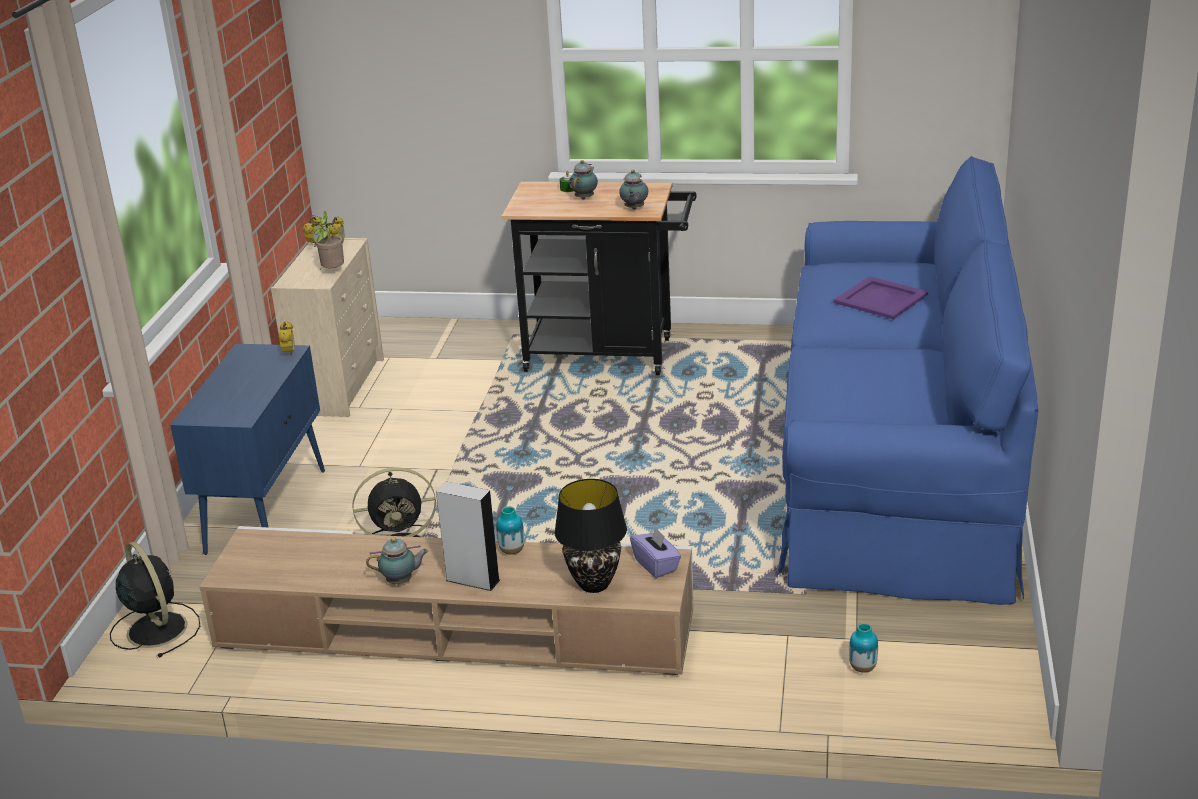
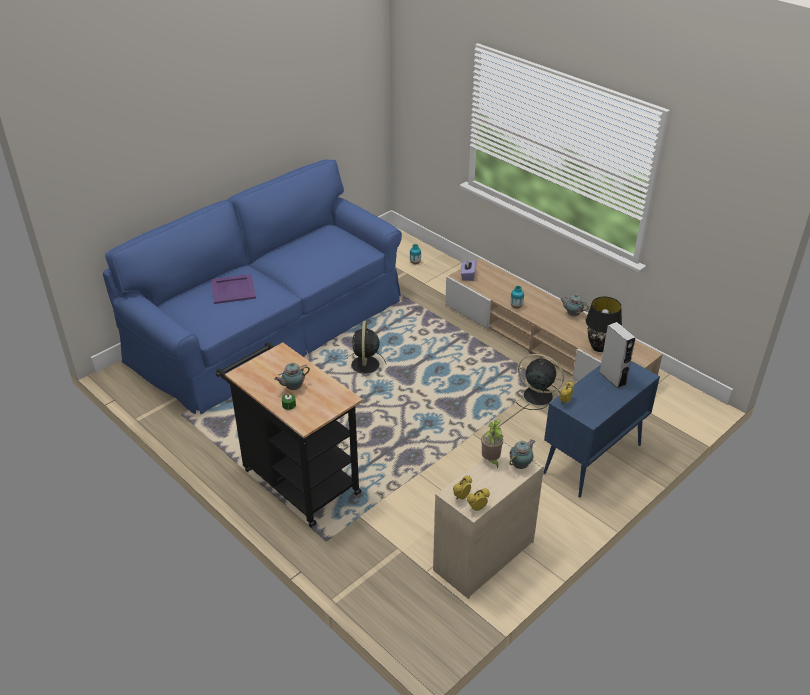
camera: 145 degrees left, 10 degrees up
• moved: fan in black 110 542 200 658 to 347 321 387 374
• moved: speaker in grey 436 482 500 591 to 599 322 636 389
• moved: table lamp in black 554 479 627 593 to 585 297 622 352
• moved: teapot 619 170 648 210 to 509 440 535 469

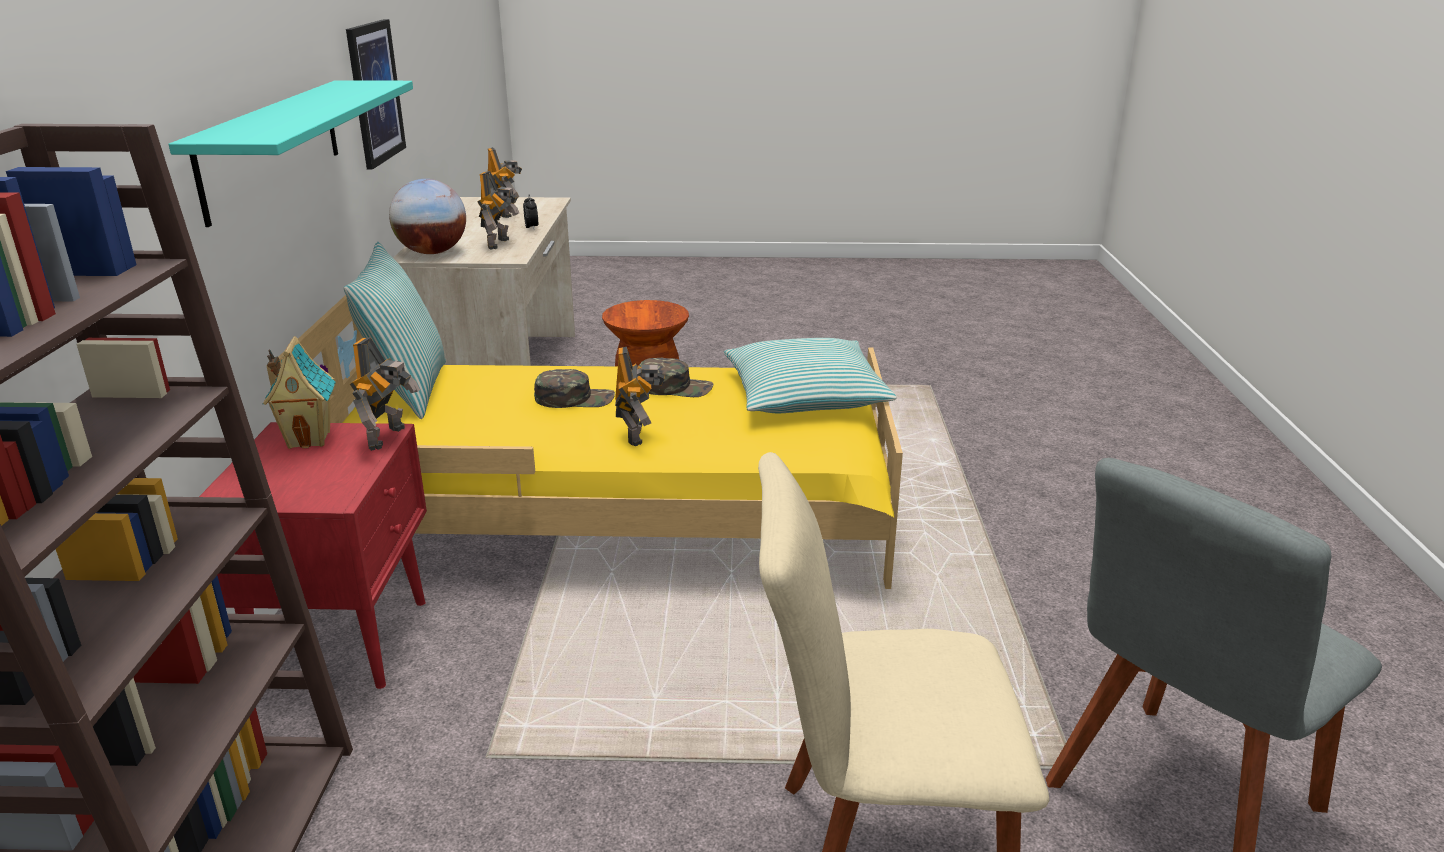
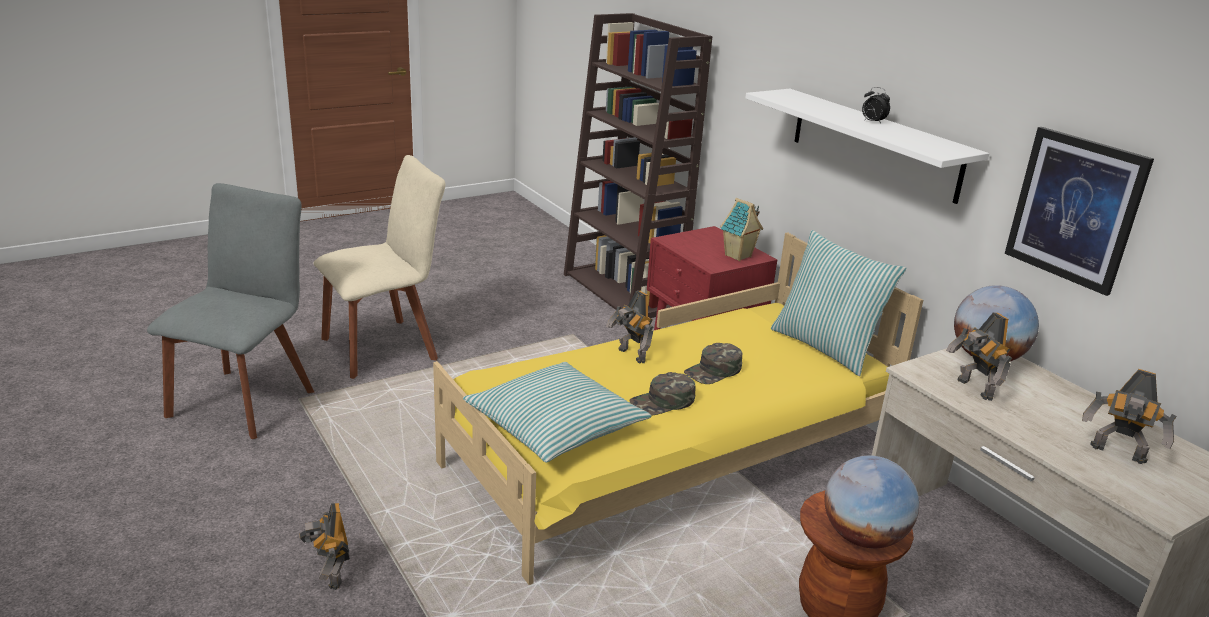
camera: 145 degrees right, 0 degrees up
• recoloured: shelf in turquoise 169 80 413 227 to shelf in white 745 89 989 204
• moved: toy robot 350 337 420 451 to 300 503 350 590
• moved: alarm clock 523 194 538 229 to 862 87 890 124
• added: globe 825 455 919 548

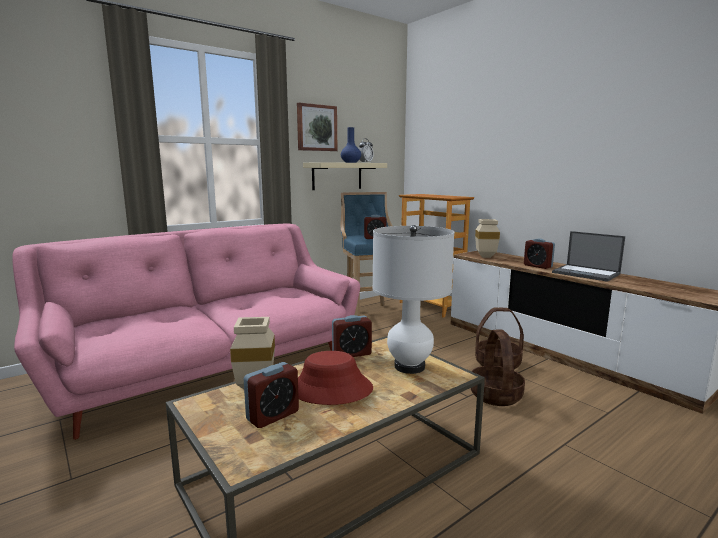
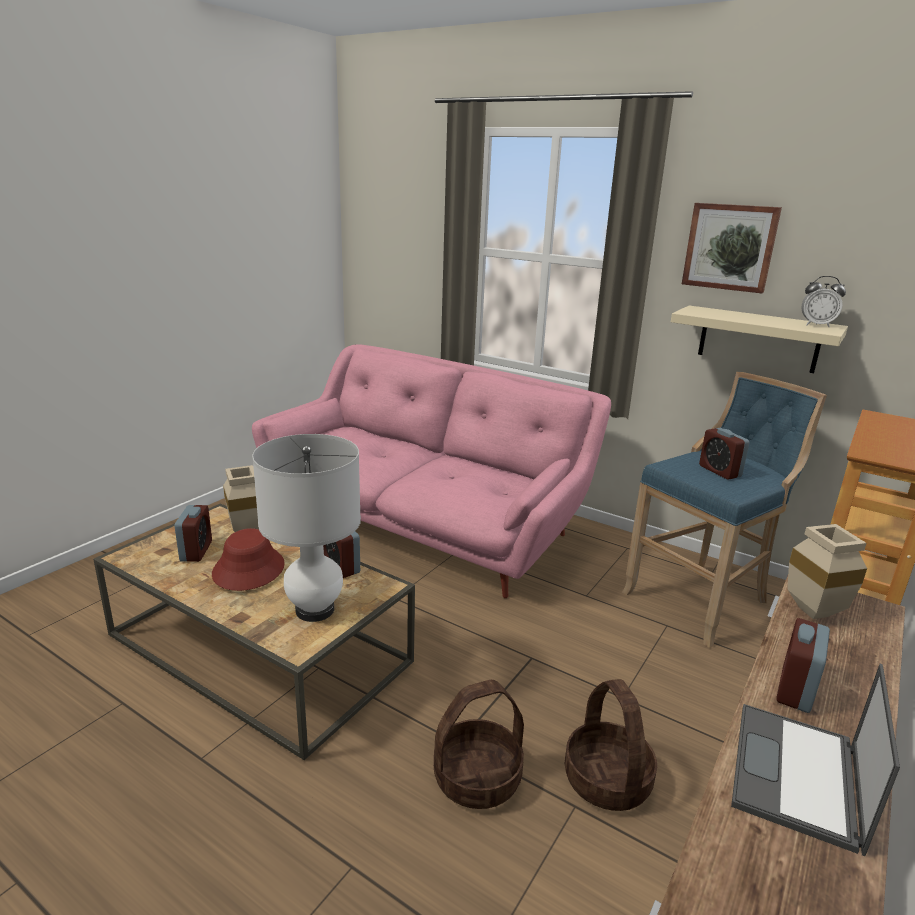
camera: 70 degrees right, 10 degrees up
• turned: alarm clock 244 362 299 428 = 174 505 212 562 120 degrees counterclockwise
• removed: vase in blue 341 127 361 163

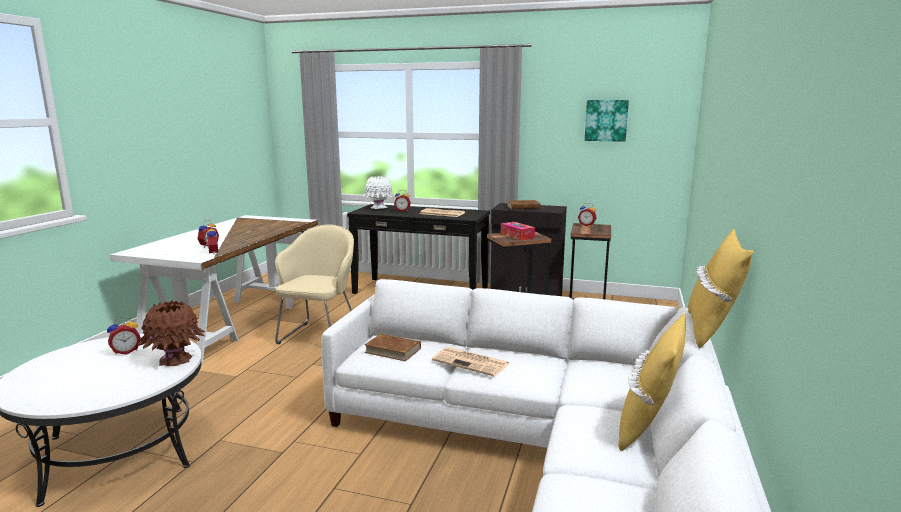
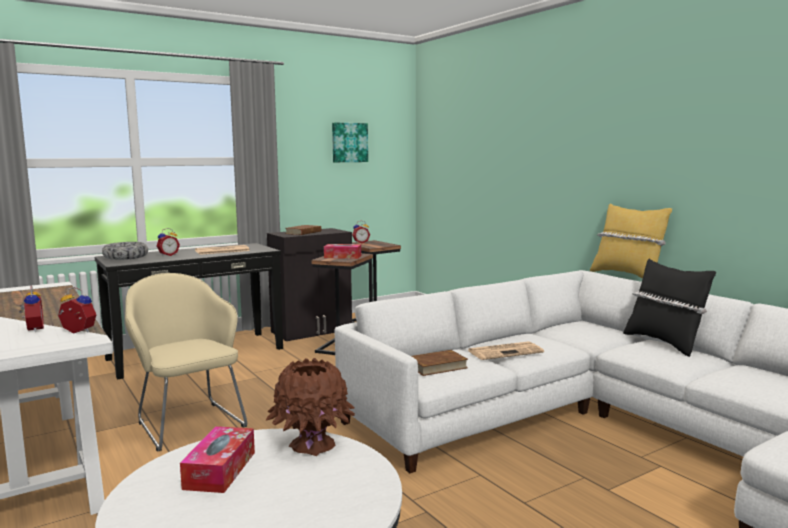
camera: 50 degrees left, 5 degrees down
• replaced: alarm clock 107 317 141 355 to tissue box 180 426 255 493
• replaced: vase in white 363 176 395 209 to bowl 102 242 148 260
• recoloured: pillow in yellow 618 313 686 451 to pillow in black 623 259 716 357

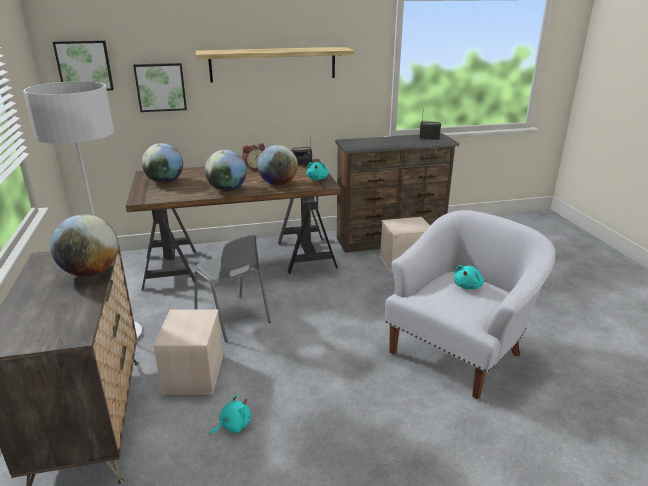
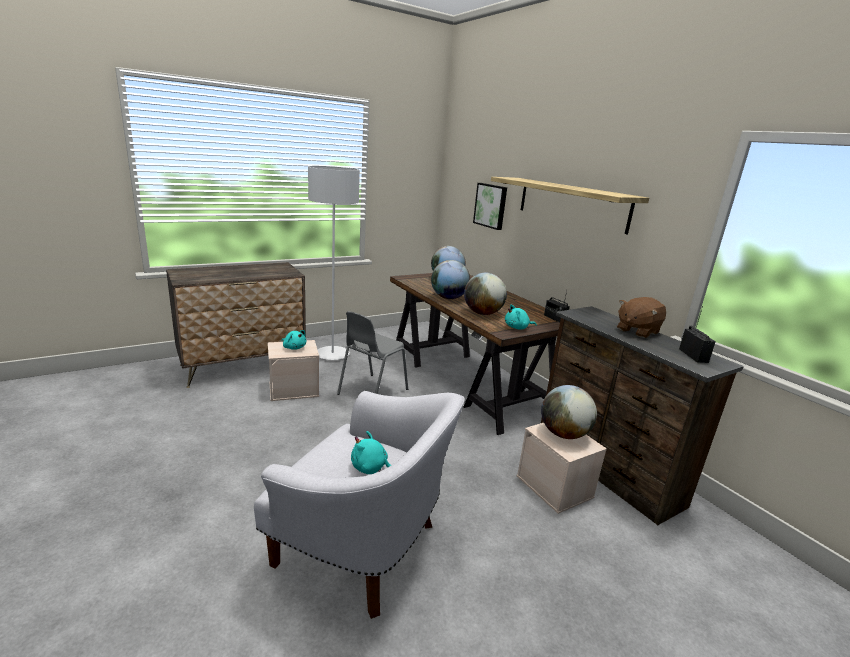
camera: 70 degrees right, 5 degrees down
• moved: globe 50 214 118 277 to 541 385 597 439
• removed: picture 53 40 114 91
• moved: plush toy in turquoise 209 395 251 435 to 282 330 307 350
• removed: alarm clock 242 143 265 170
• added: plush toy in brown 617 297 666 338

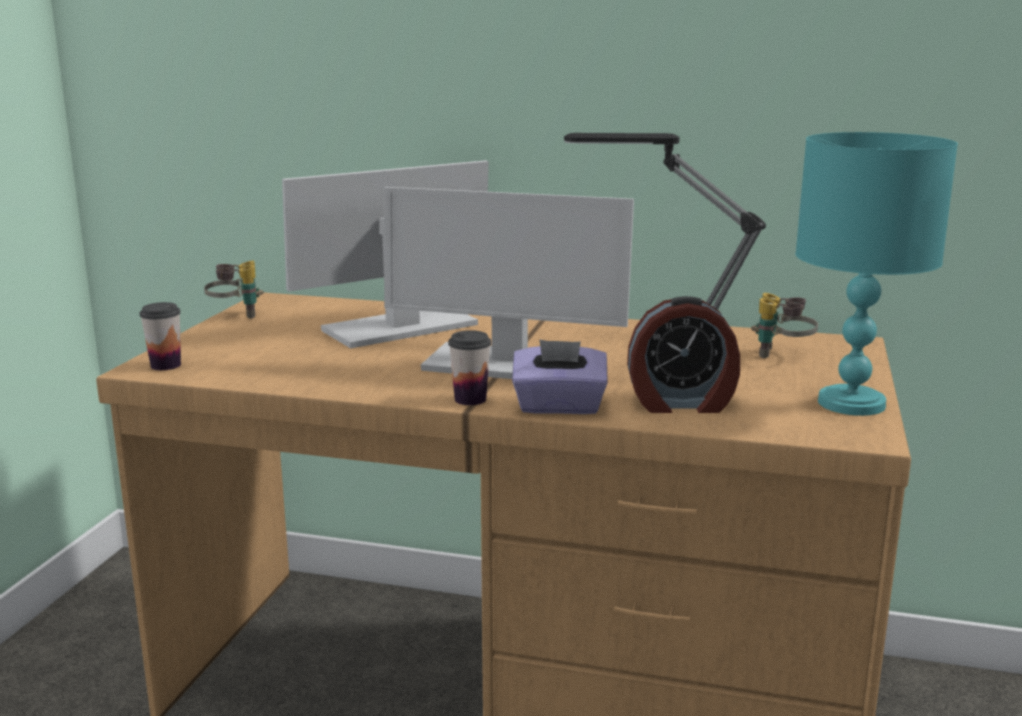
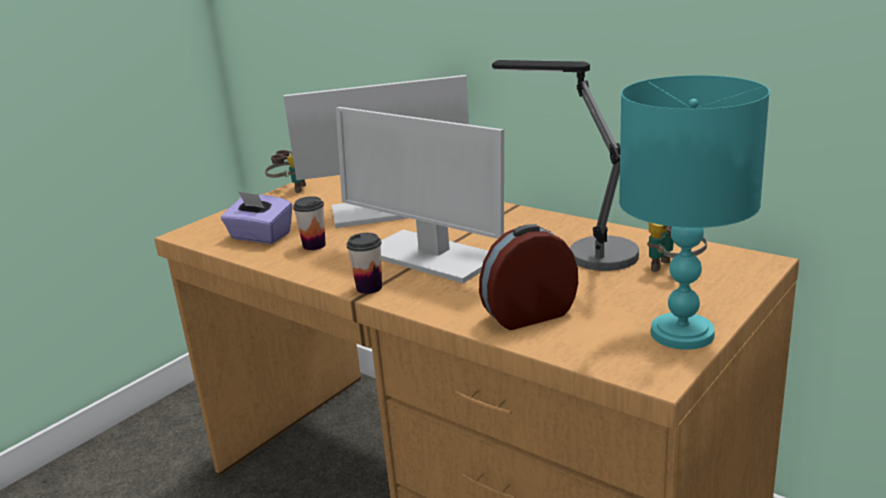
camera: 25 degrees right, 5 degrees up
• moved: cup 139 302 181 370 to 293 196 326 250
• moved: tissue box in purple 512 340 608 414 to 221 191 292 244
• turned: alarm clock 627 296 740 413 = 479 224 578 330 135 degrees clockwise

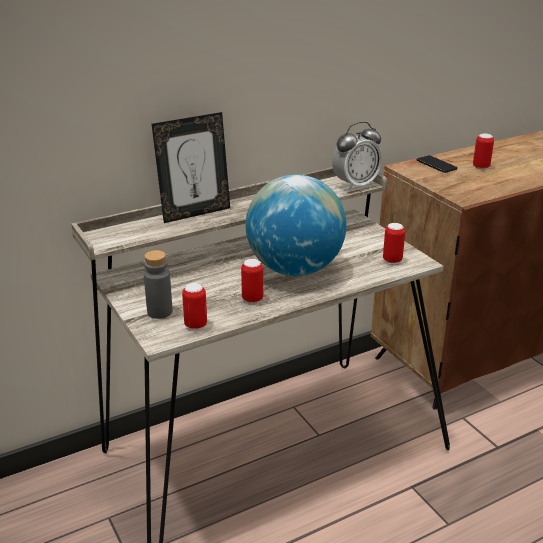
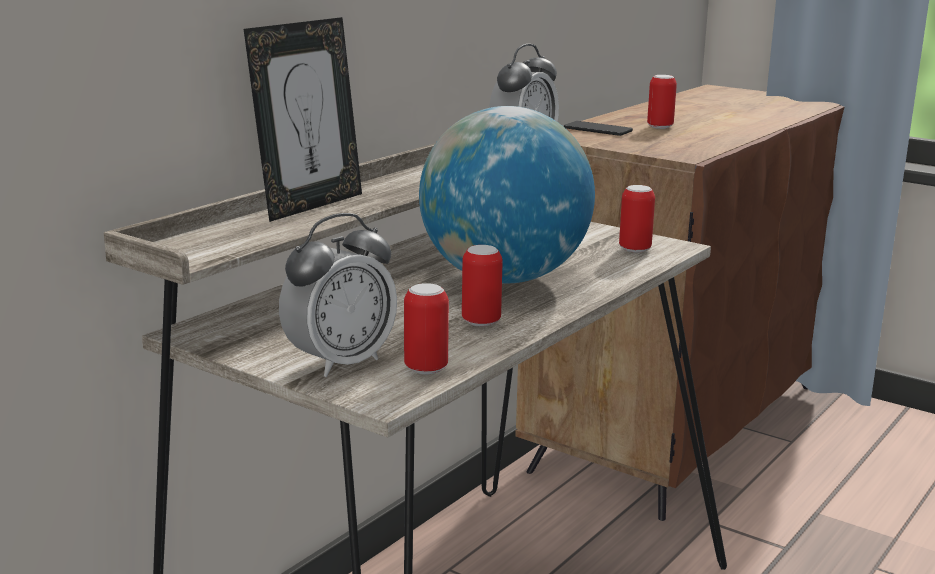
camera: 25 degrees left, 10 degrees down
• replaced: bottle in grey 144 250 173 319 to alarm clock 279 213 397 377

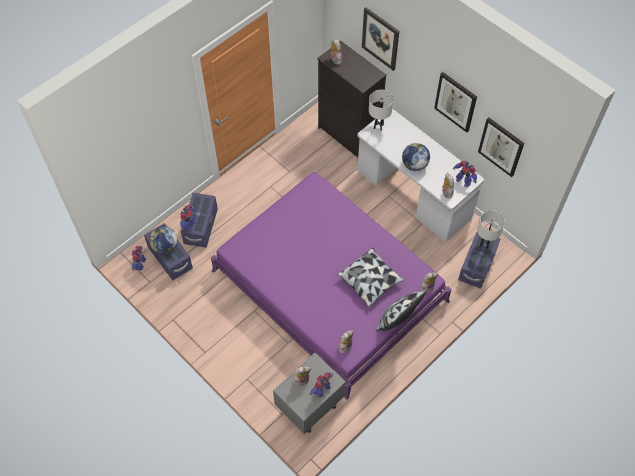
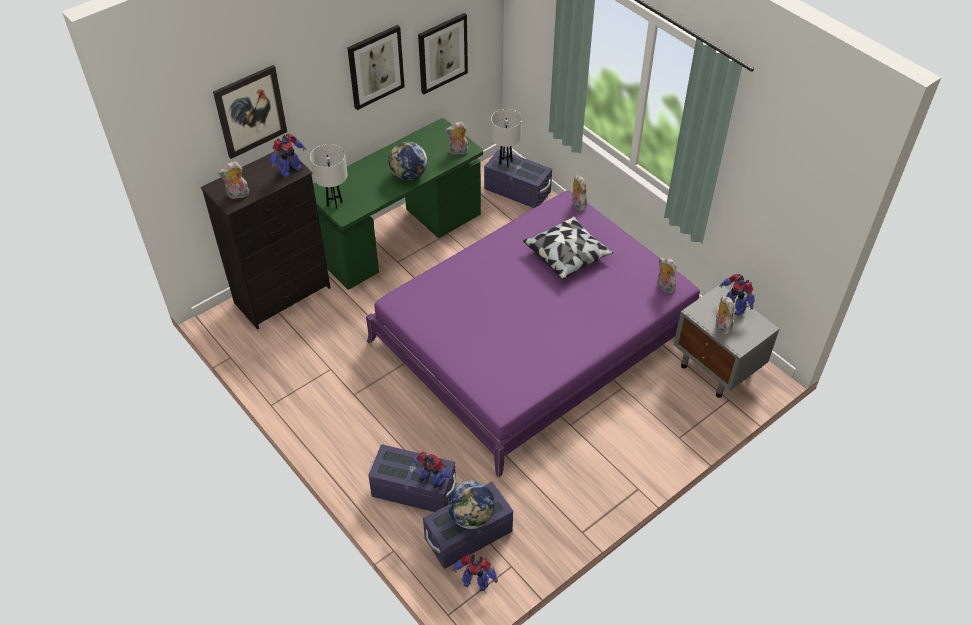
camera: 85 degrees left, 10 degrees down
• recoloured: desk in white 357 109 484 242 to desk in green 313 118 483 290
• removed: pillow 376 291 427 331
• moved: toy robot 453 161 477 187 to 271 133 306 178

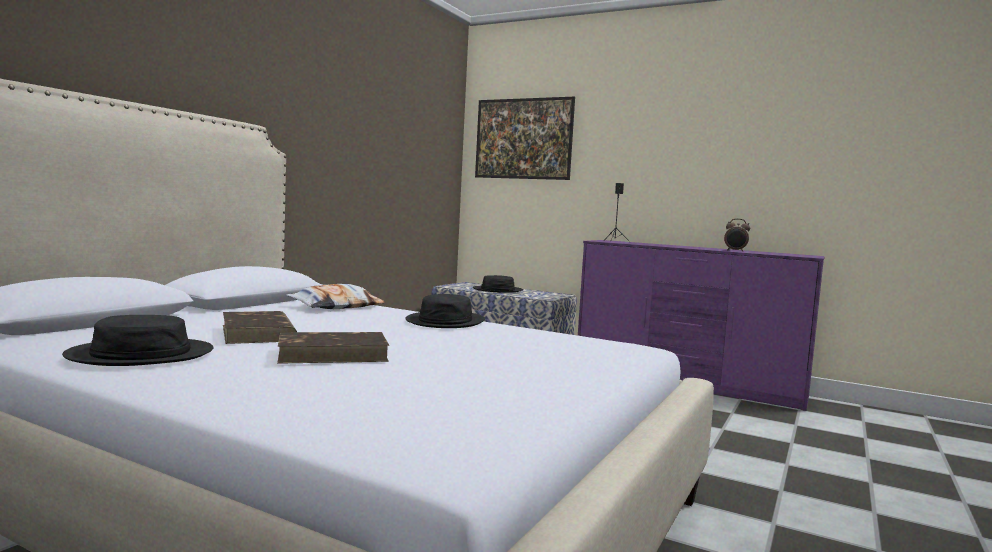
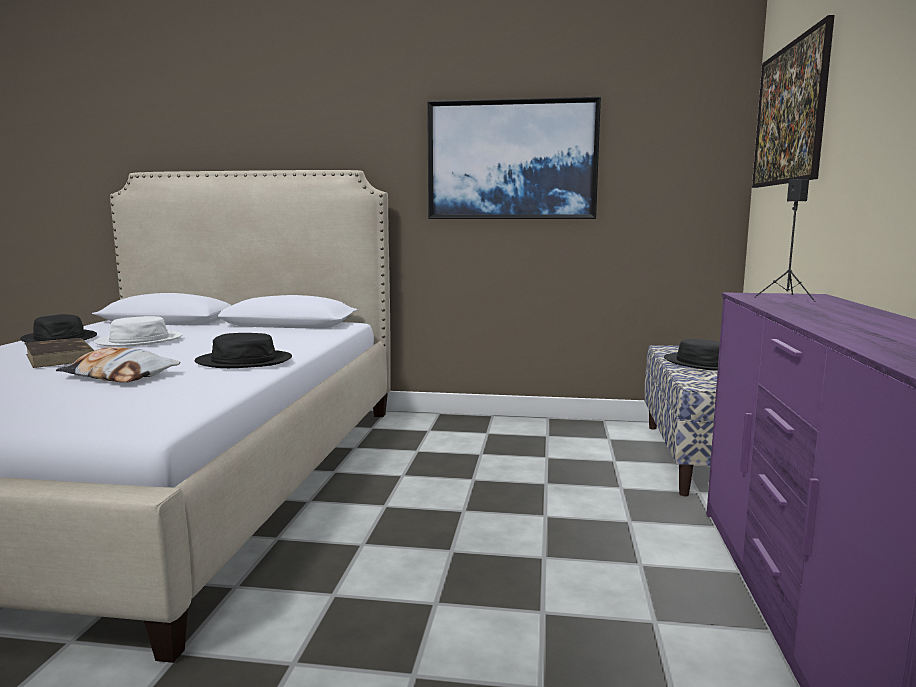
camera: 70 degrees right, 5 degrees up
• replaced: book in brown 223 311 297 344 to hat in white 94 316 183 347
• moved: pillow 286 284 385 309 to 56 347 181 382
• removed: alarm clock 724 219 750 252
• added: picture 427 97 601 219

